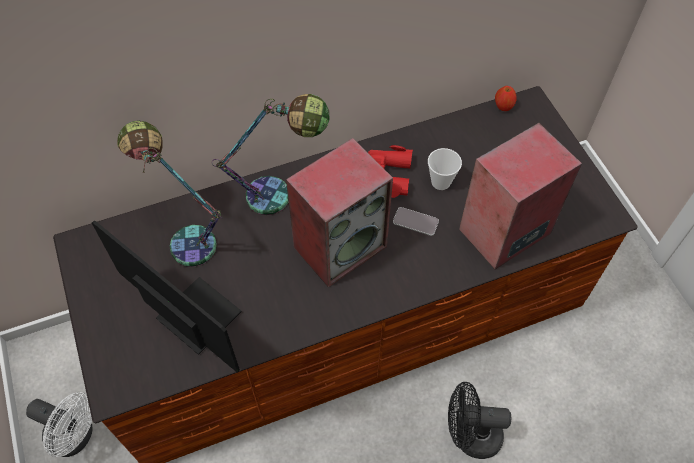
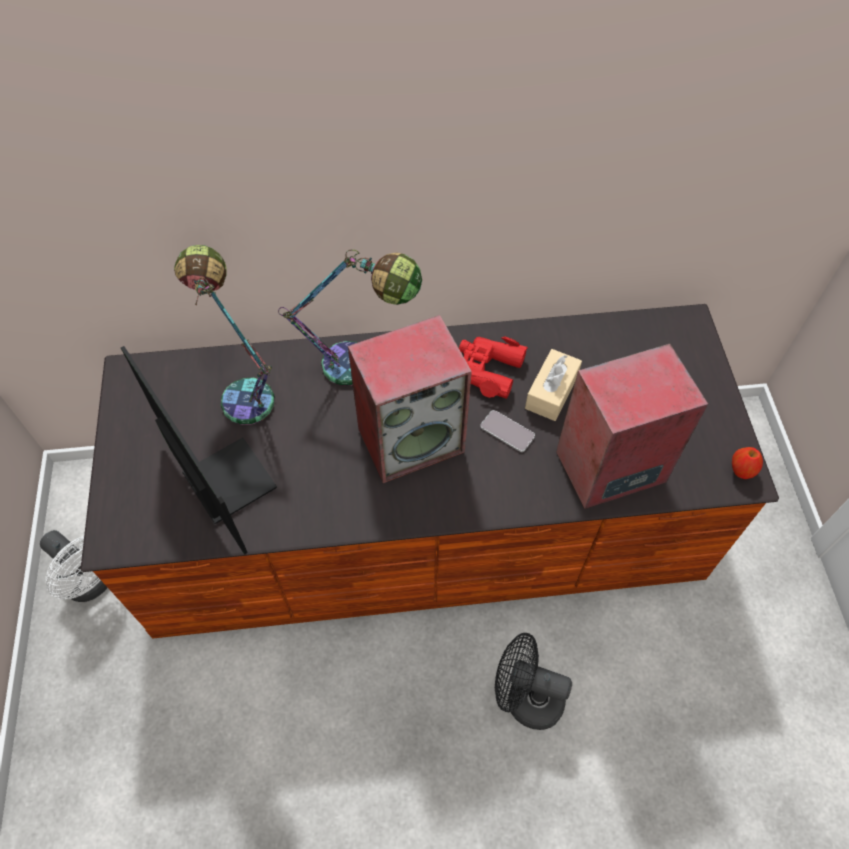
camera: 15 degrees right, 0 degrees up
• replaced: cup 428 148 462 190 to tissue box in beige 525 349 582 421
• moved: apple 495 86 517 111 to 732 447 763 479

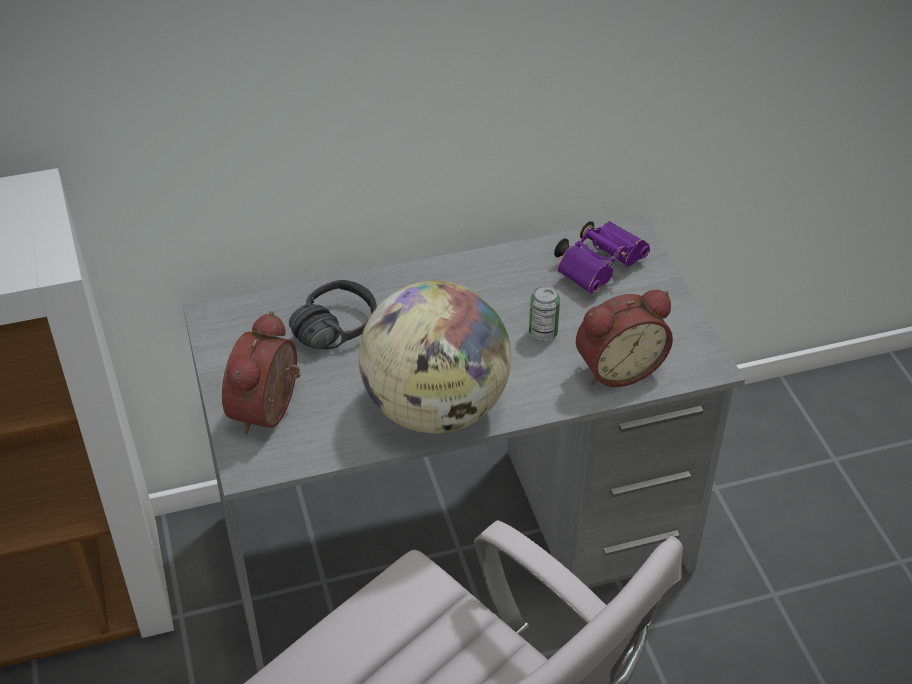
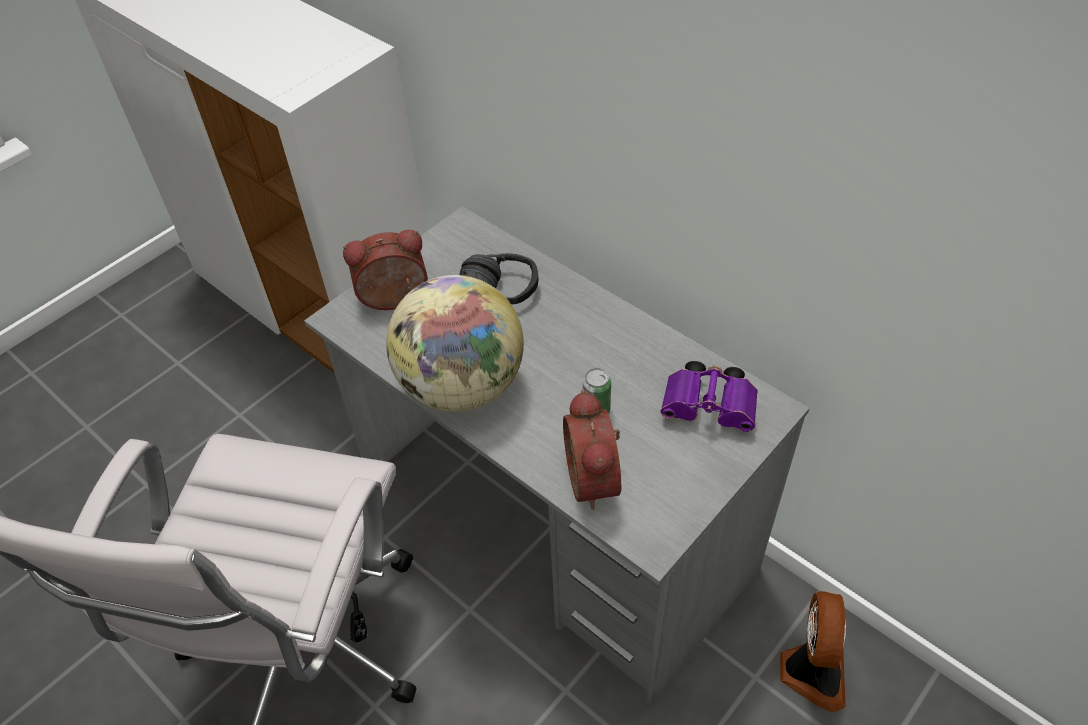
camera: 60 degrees right, 5 degrees up
• turned: alarm clock 576 290 673 387 = 563 390 621 510 45 degrees clockwise
• added: fan 780 591 846 712

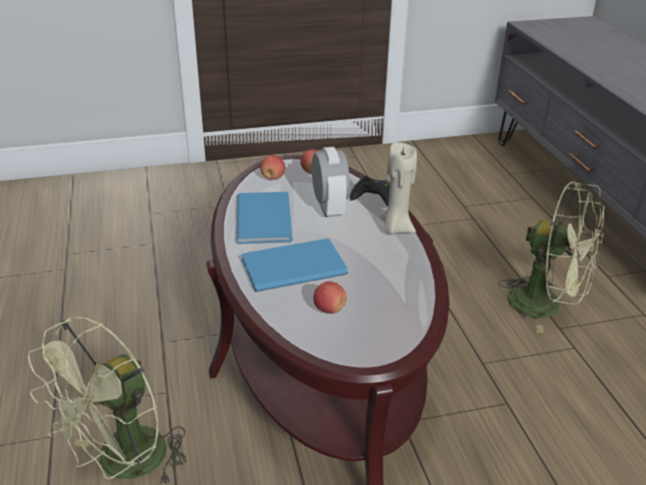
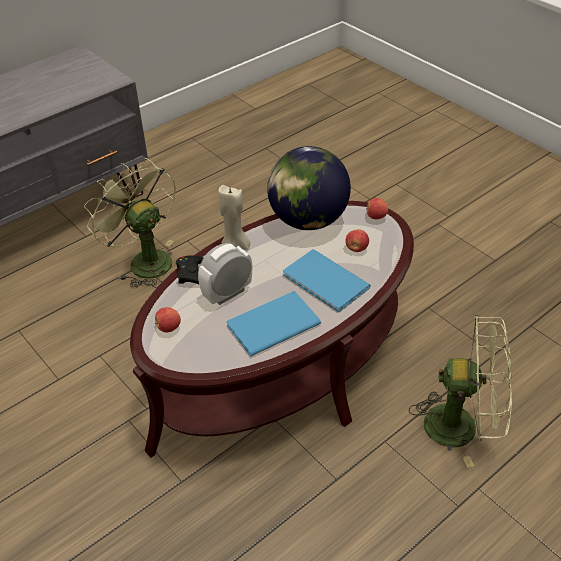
camera: 115 degrees left, 10 degrees up
• moved: apple 260 155 285 179 to 366 198 388 219
• turned: fan in green 498 181 604 334 = 84 158 176 288 45 degrees counterclockwise
• added: globe 267 146 351 230

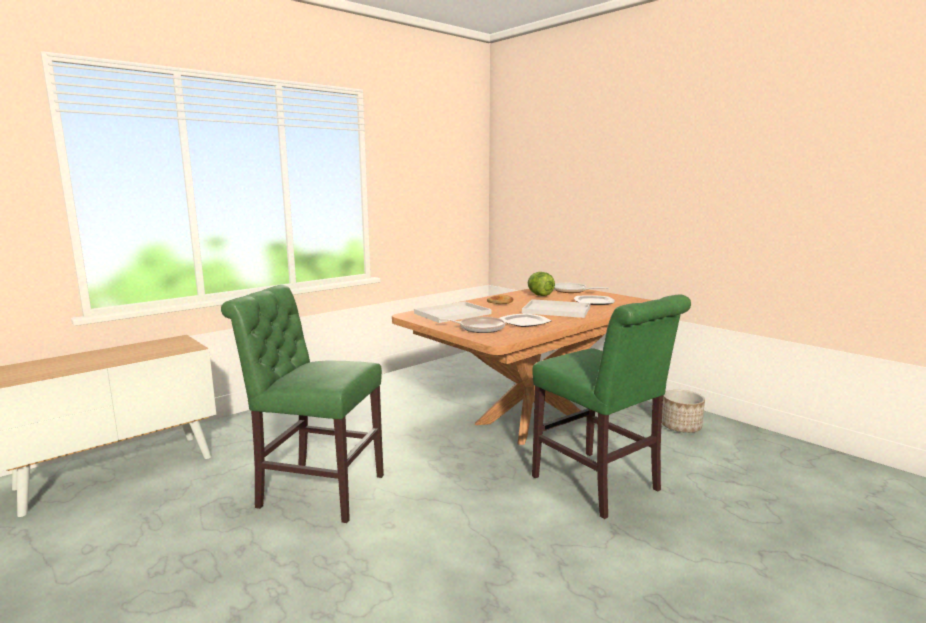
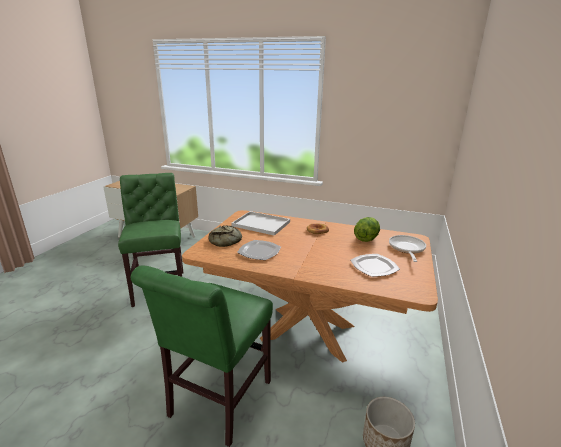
camera: 60 degrees right, 10 degrees up
• replaced: frying pan 438 317 505 333 to bread 209 225 242 247
• removed: tray in white 522 299 591 318

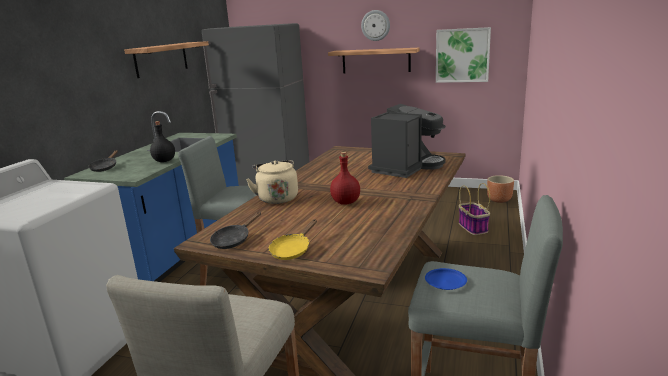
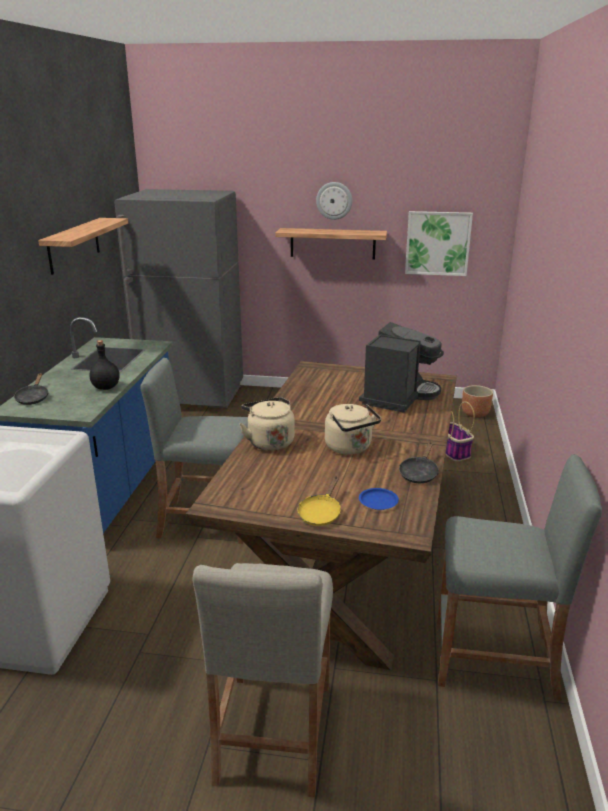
camera: 10 degrees left, 5 degrees up
• moved: frying pan in black 210 212 261 249 to 399 442 439 483
• replaced: bottle in red 330 152 360 205 to kettle in beige 325 404 381 455
• moved: plate in blue 425 268 467 290 to 359 488 399 510

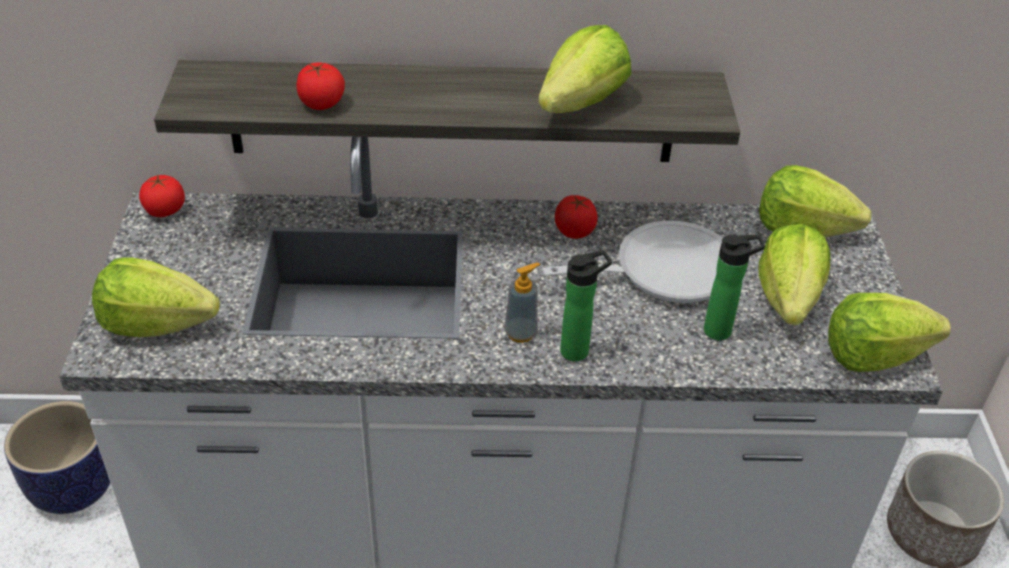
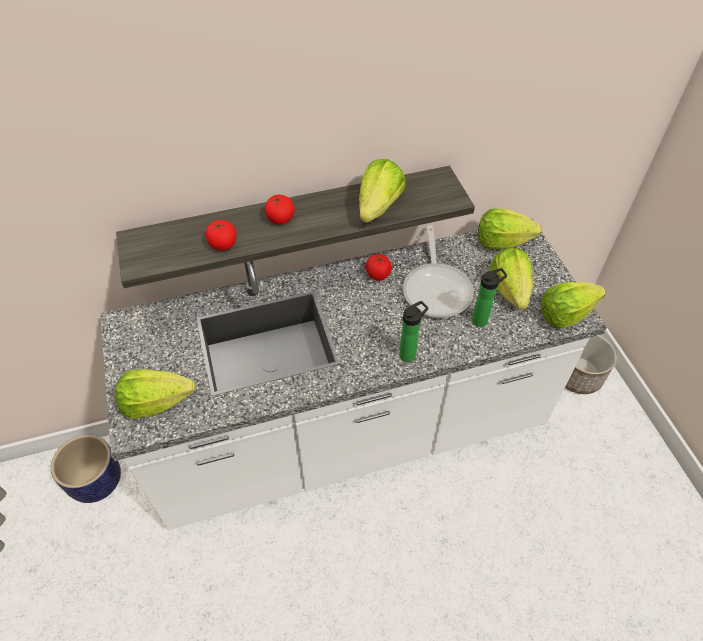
camera: 15 degrees left, 10 degrees up
• moved: tomato 139 175 185 217 to 265 195 295 225
• removed: soap dispenser 504 263 540 343
• turned: frying pan 542 221 723 303 = 403 225 474 318 120 degrees clockwise

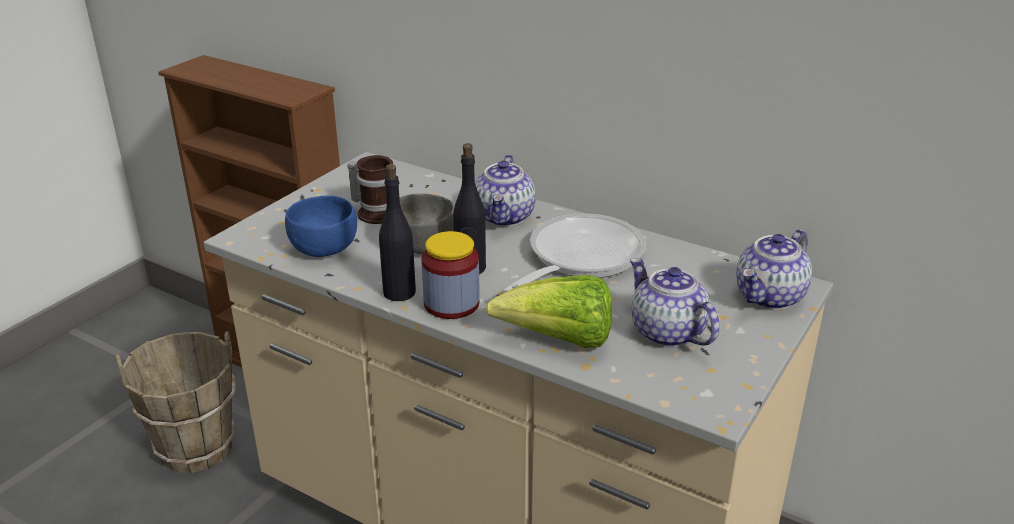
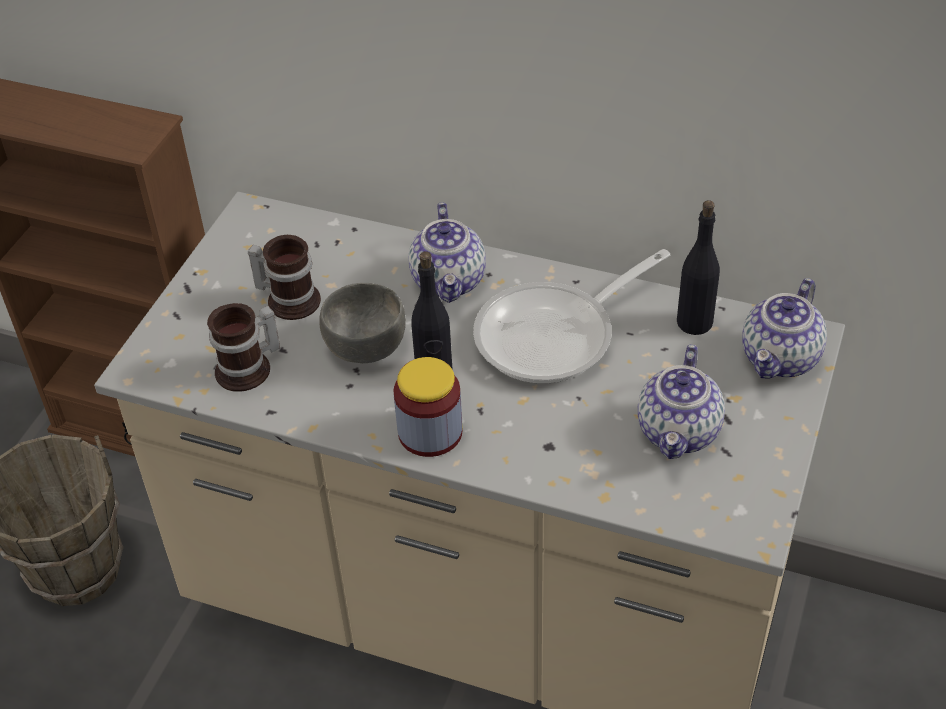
camera: 10 degrees left, 15 degrees up
• replaced: bowl in blue 285 196 357 257 to mug 207 303 280 392
• moved: bottle in black 379 164 416 301 to 677 200 720 335
• removed: lettuce 486 275 612 348
• turned: frying pan 503 213 646 292 = 473 249 670 384 150 degrees counterclockwise
• turned: teapot 630 258 719 348 = 637 345 725 459 120 degrees counterclockwise

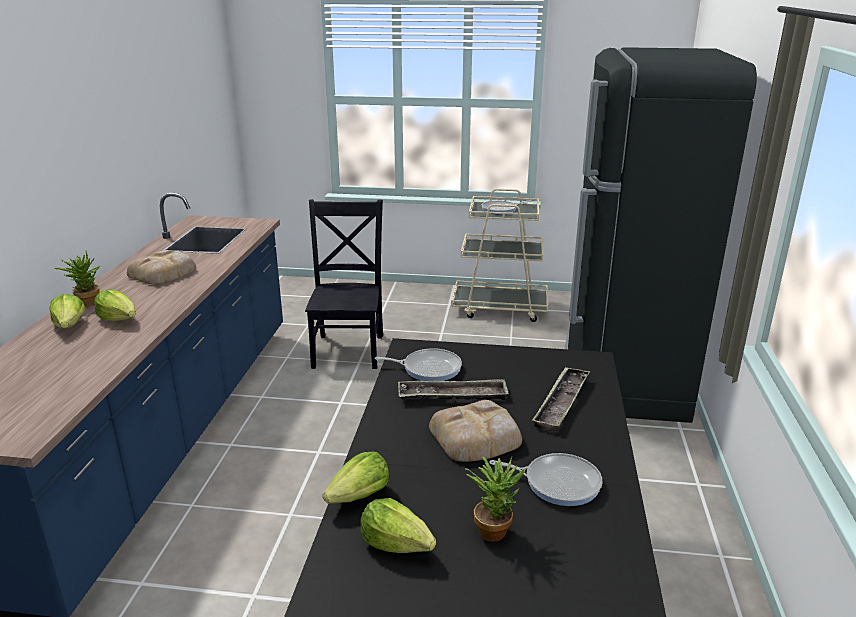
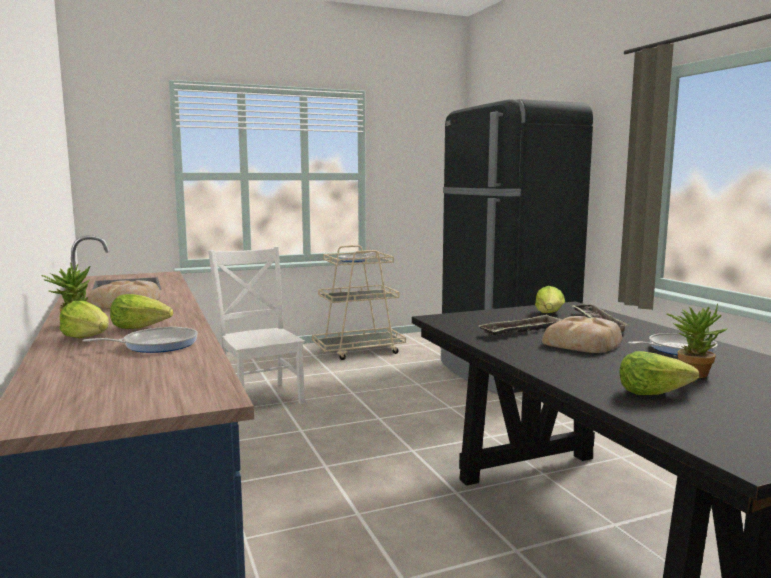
camera: 30 degrees left, 15 degrees down
• recoloured: chair in black 305 199 383 369 to chair in white 208 246 305 404
• moved: lettuce 323 452 390 504 to 535 286 565 313
• moved: frying pan 375 348 462 381 to 82 327 198 353

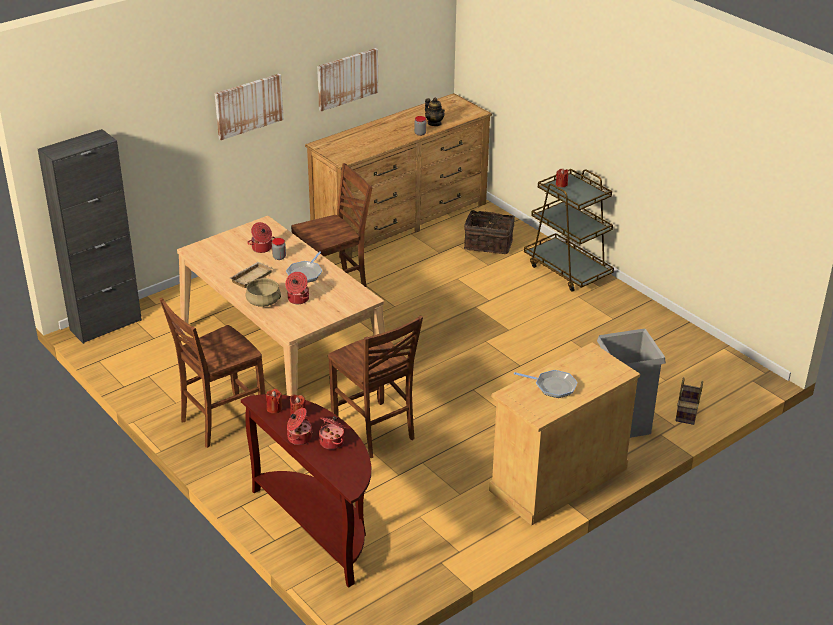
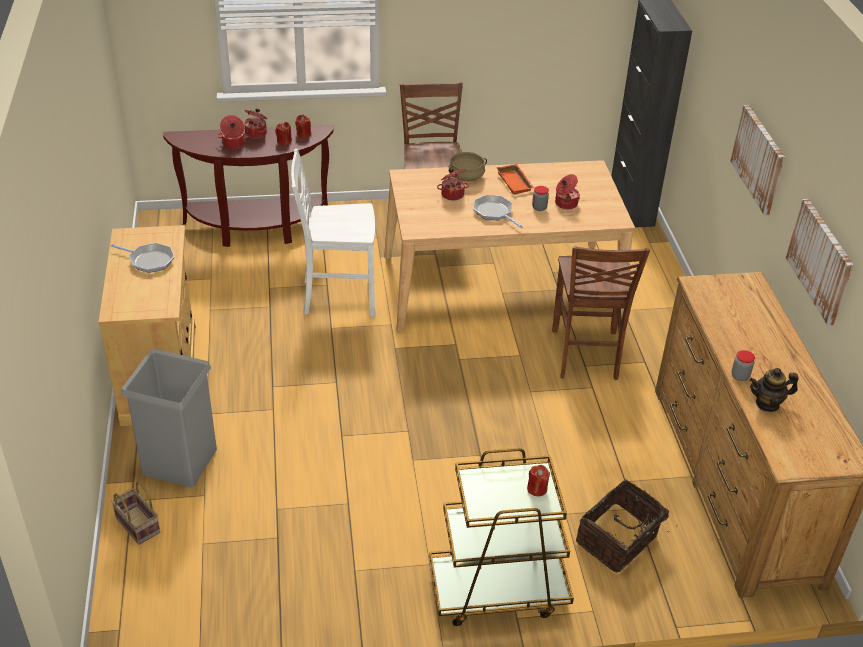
camera: 120 degrees right, 5 degrees up
• recoloured: tray in beige 230 262 273 288 to tray in orange 496 164 534 195
• recoloured: chair in brown 328 315 423 458 to chair in white 291 149 375 317
• turned: frying pan 514 370 578 398 = 110 243 174 273 120 degrees counterclockwise

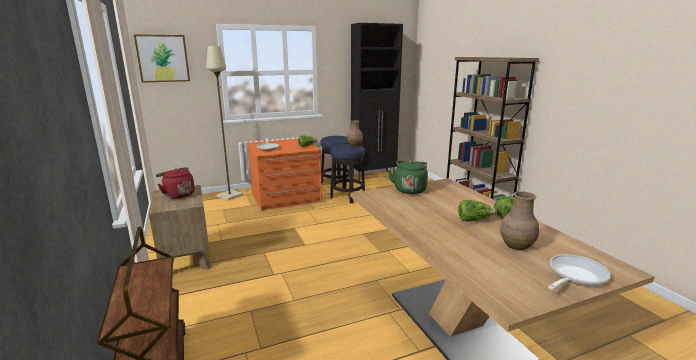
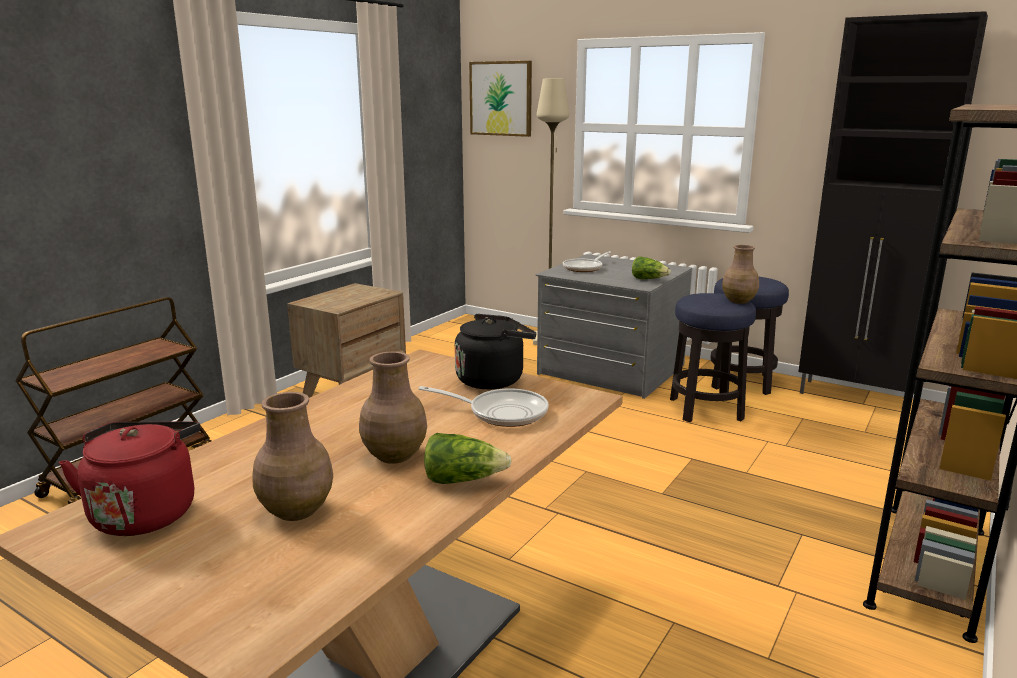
camera: 55 degrees right, 0 degrees up
• moved: kettle in red 156 167 195 199 to 59 422 200 536
• recoloured: dresser in orange 247 139 322 211 to dresser in grey 535 254 692 399
• recoloured: kettle in green 388 160 428 194 to kettle in black 455 314 537 389
• replaced: lettuce 458 200 497 221 to vase in brown 359 351 427 464
• moved: frying pan 548 254 611 290 to 418 386 549 427

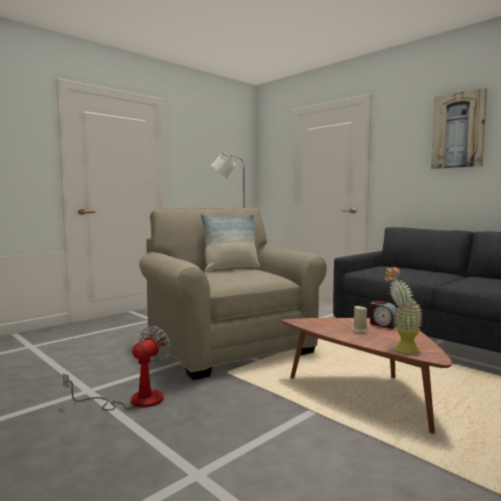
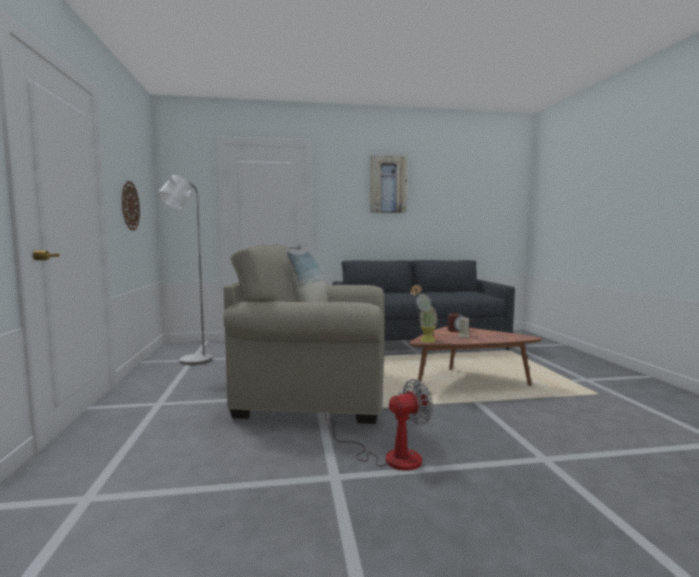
camera: 55 degrees left, 0 degrees up
• turned: fan 63 326 171 411 = 326 379 433 471 90 degrees clockwise
• moved: potted plant 384 267 423 353 to 410 285 438 343
• added: wall clock 122 181 140 230

